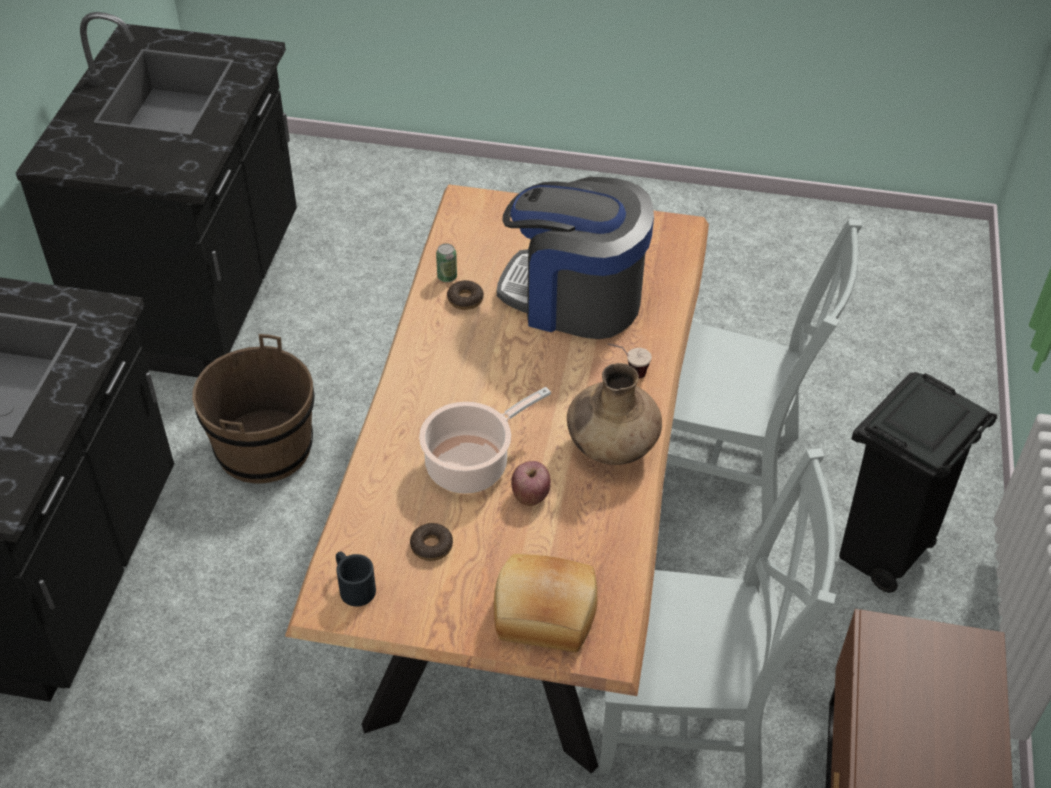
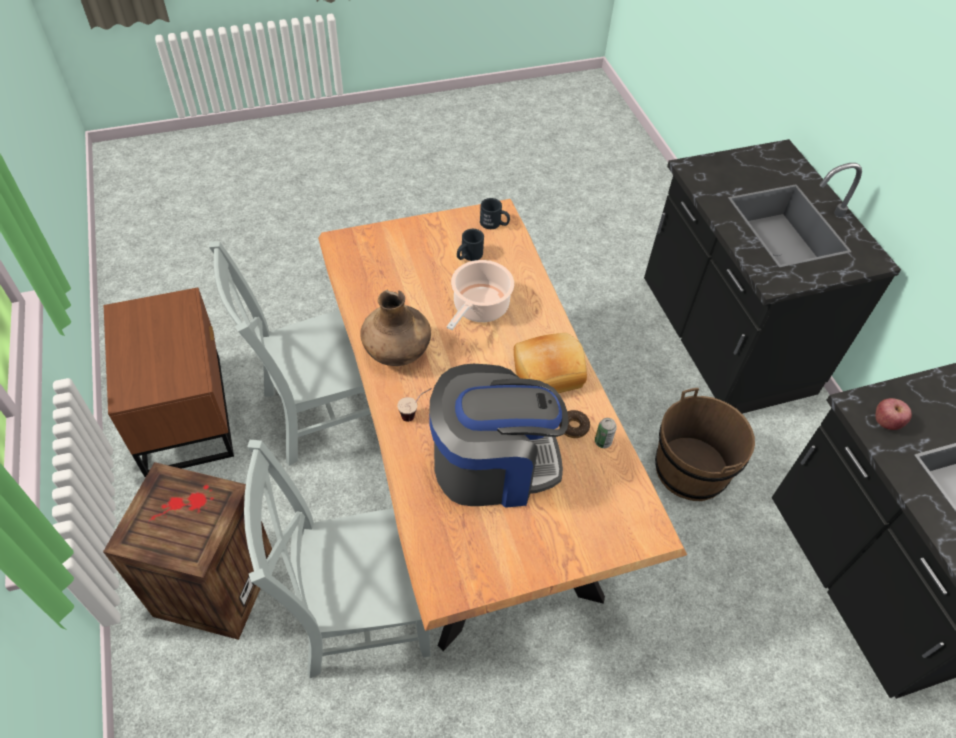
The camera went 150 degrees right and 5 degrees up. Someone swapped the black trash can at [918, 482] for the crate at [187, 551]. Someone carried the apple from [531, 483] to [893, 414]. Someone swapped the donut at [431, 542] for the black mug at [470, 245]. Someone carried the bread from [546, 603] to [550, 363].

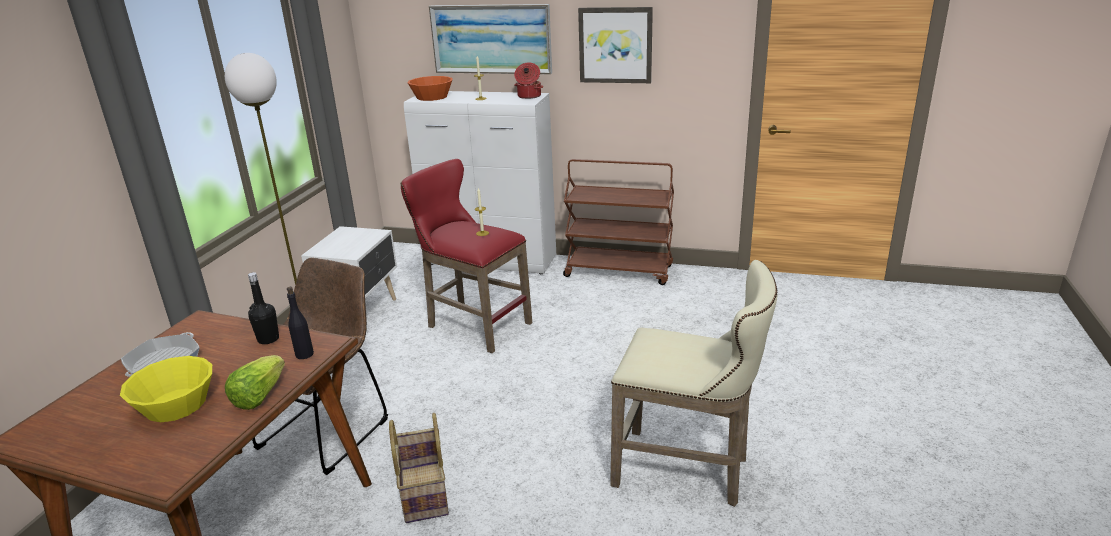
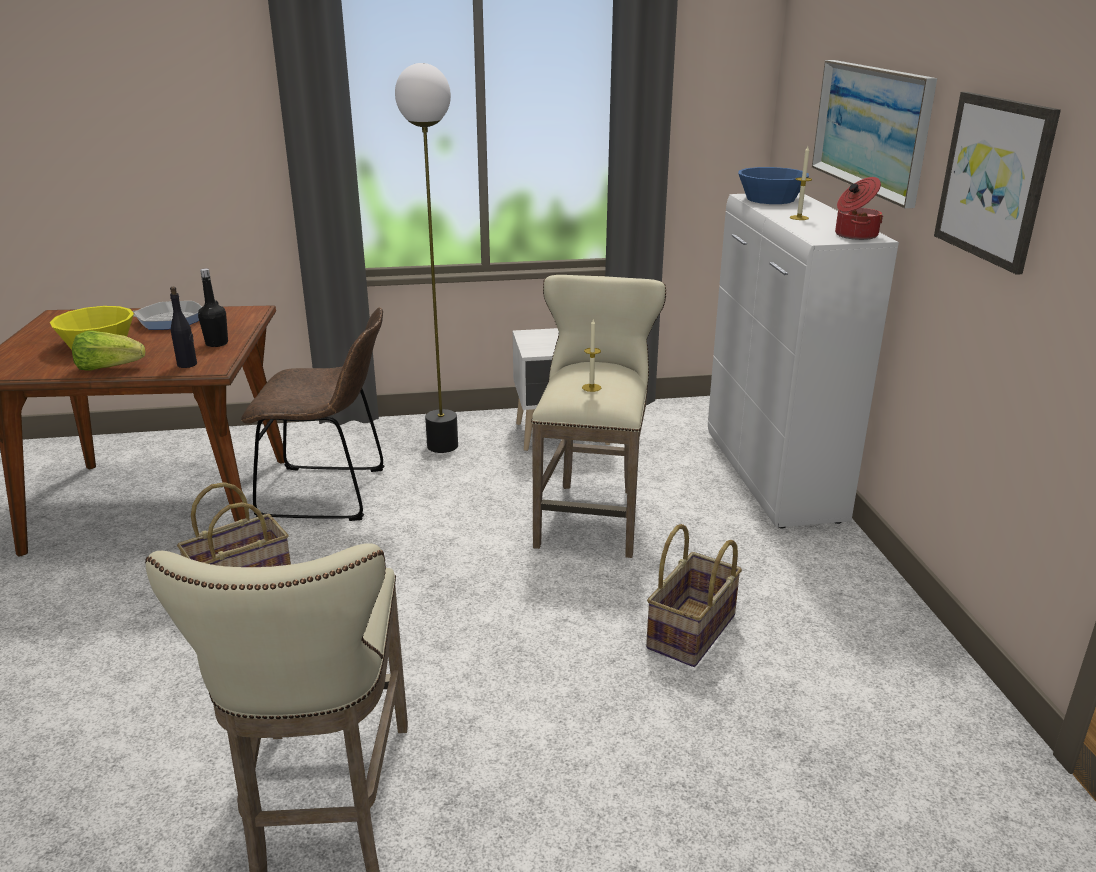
The camera went 65 degrees right and 0 degrees up. Someone repainted the orange bowl at [430, 88], which became the blue bowl at [773, 185]. Someone repainted the red stool at [466, 256], which became the beige stool at [598, 416]. Someone took away the brown cart at [618, 222]. Someone put down the basket at [694, 595].

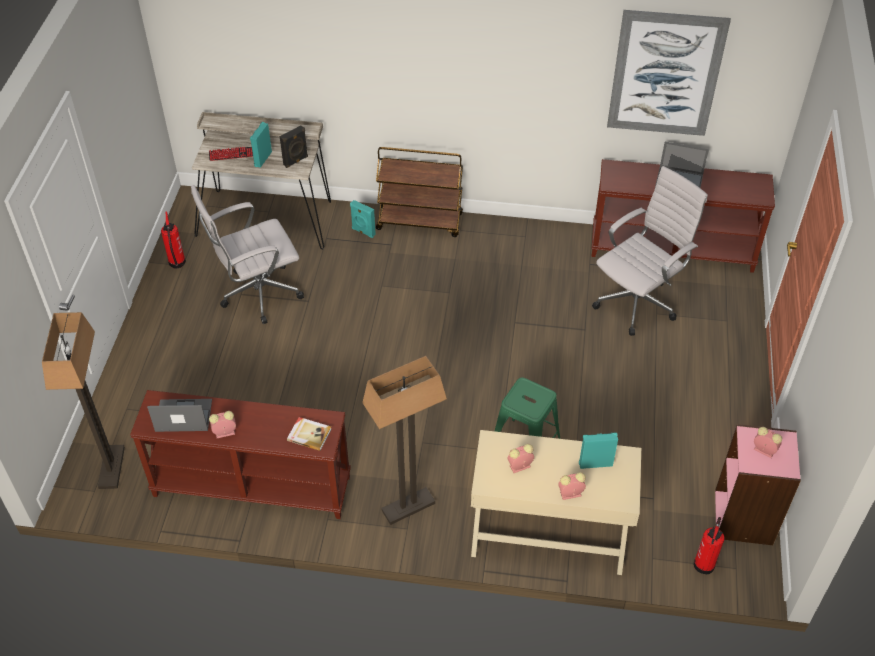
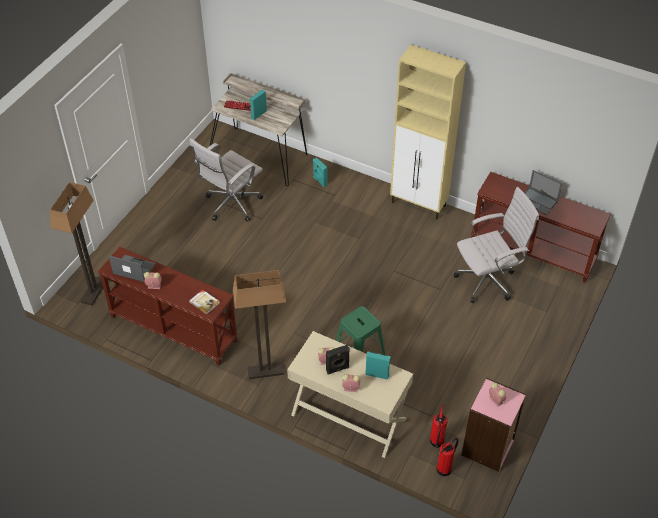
The camera went 20 degrees right and 0 degrees up. Someone took away the picture at [669, 73]. Someone carried the black speaker from [294, 146] to [338, 359]. Someone took away the brown cart at [419, 192]. Someone rotated the white office chair at [247, 254] by 45 degrees counterclockwise. Someone carried the fire extinguisher from [173, 239] to [438, 426]. Someone put down the beige cabinet at [428, 132].

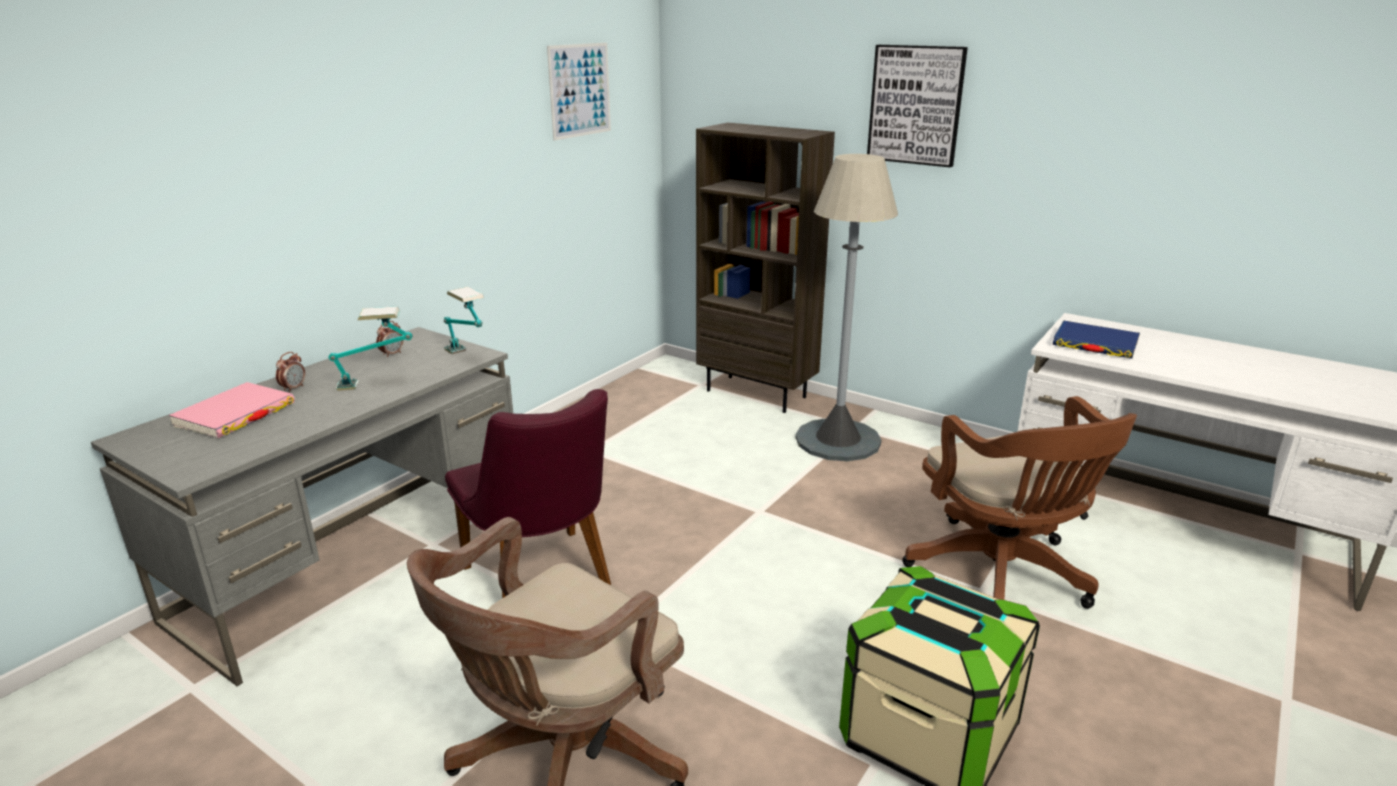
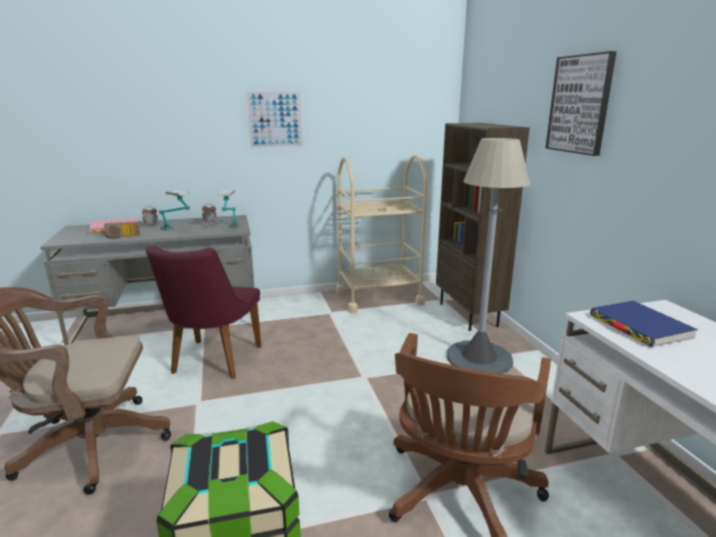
The camera went 40 degrees right and 5 degrees down. Someone carried the picture from [579, 92] to [274, 119]. Someone put down the beige cart at [382, 234]. Someone put down the radio at [121, 230].

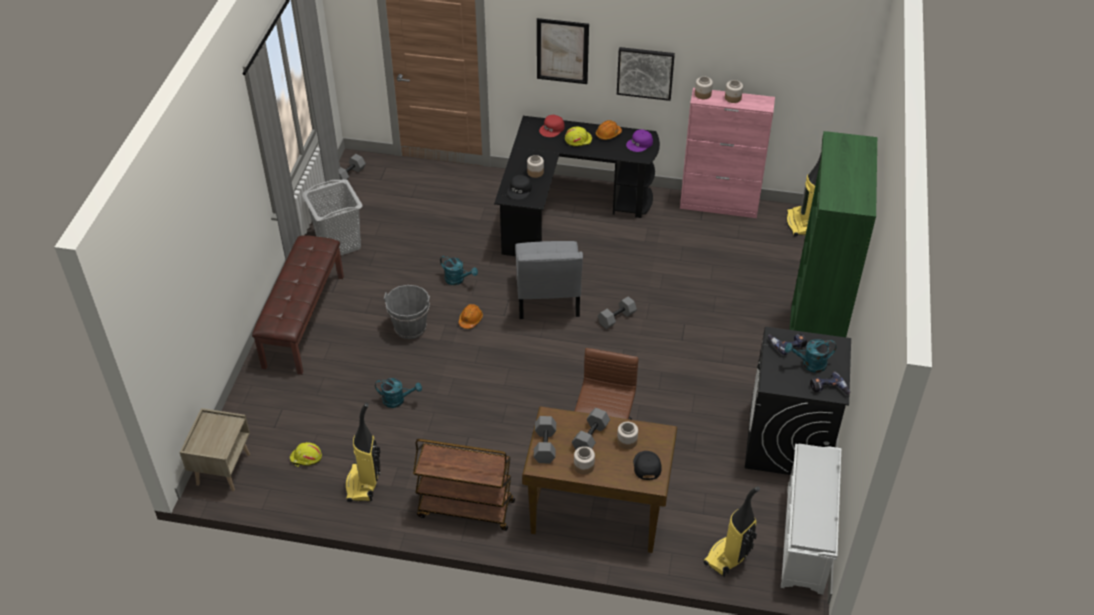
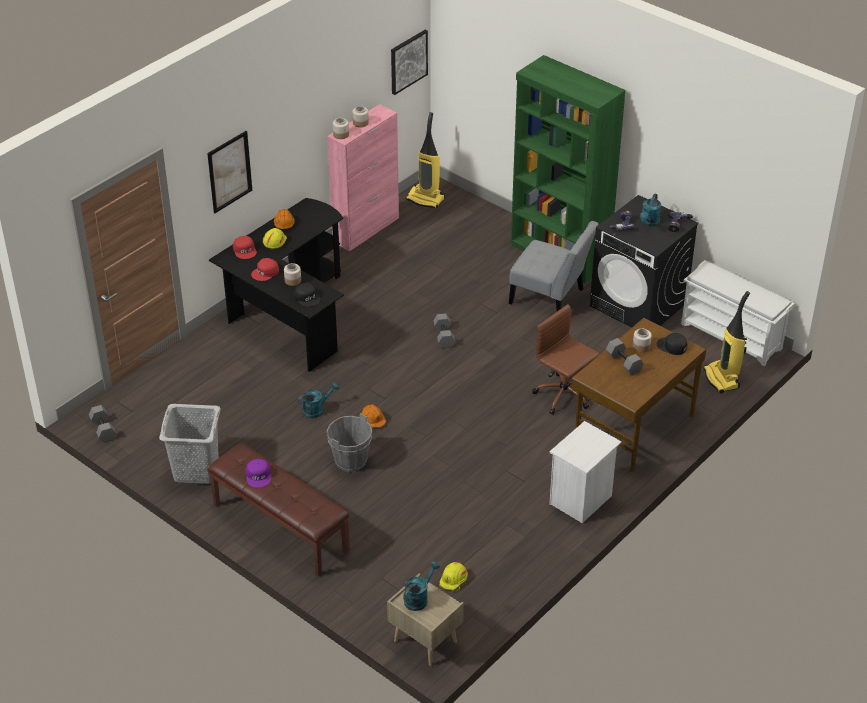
The camera went 60 degrees left and 5 degrees down. Someone carried the picture from [646, 74] to [409, 62]. Someone carried the purple cap from [639, 140] to [258, 473]. Someone carried the grey chair from [549, 280] to [554, 266]. Someone carried the turquoise watering can from [398, 393] to [421, 586]. Someone took away the vacuum cleaner at [363, 452]. Someone took away the grey dumbbell at [545, 439]. Someone swapped the brown cart at [464, 485] for the white nightstand at [585, 472]. Someone took away the jar at [584, 460]. Someone put down the red cap at [265, 269].

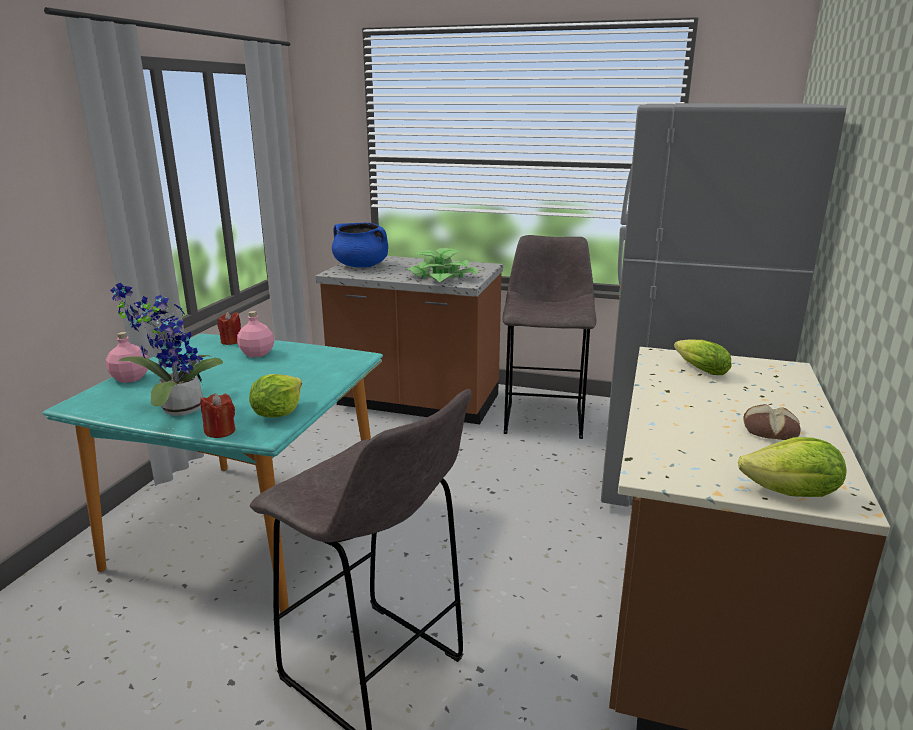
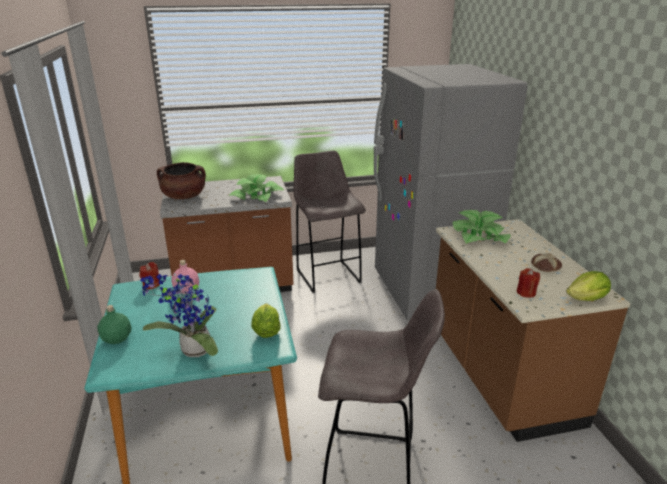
The camera went 30 degrees left and 5 degrees up. Someone repainted the blue cooking pot at [360, 245], which became the brown cooking pot at [181, 180]. Someone repainted the pink bottle at [127, 357], which became the green bottle at [114, 324]. Someone swapped the lettuce at [702, 357] for the potted plant at [481, 227]. Someone carried the red candle from [217, 415] to [528, 283].

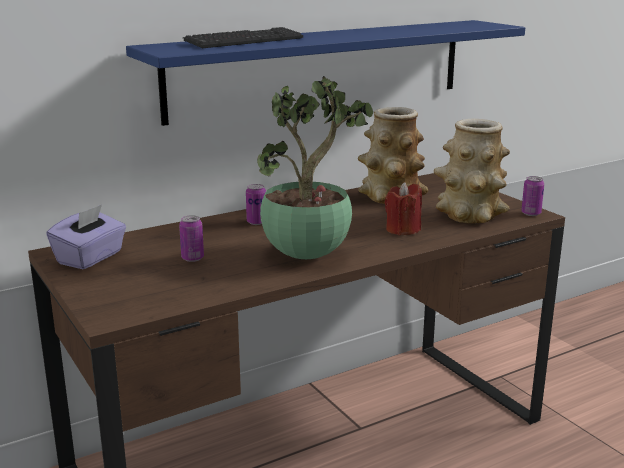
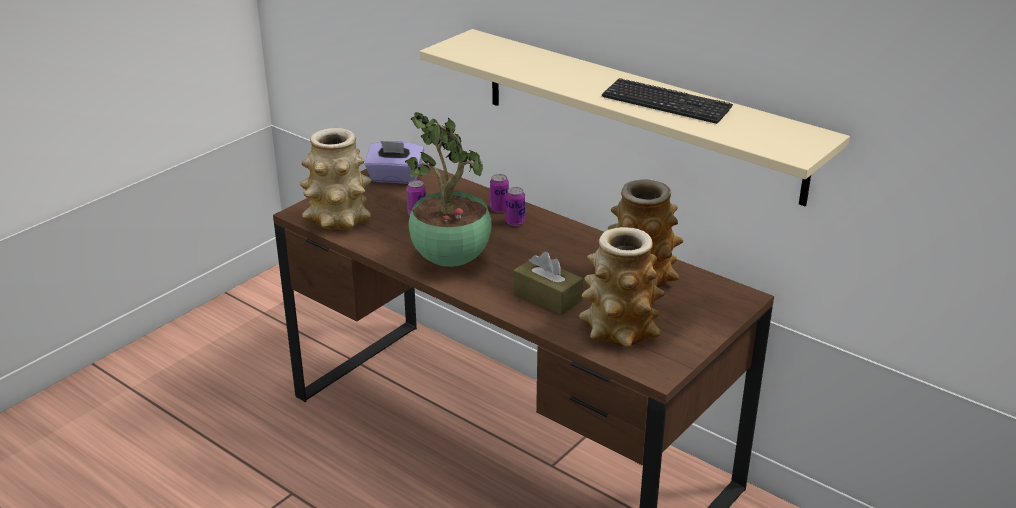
The camera went 70 degrees right and 10 degrees up. Someone repainted the blue shelf at [325, 73], which became the beige shelf at [635, 117]. Someone carried the keyboard from [243, 37] to [667, 101]. Someone carried the can from [532, 196] to [499, 193]. Someone swapped the red candle at [403, 208] for the brown tissue box at [548, 283]. Someone put down the vase at [336, 179].

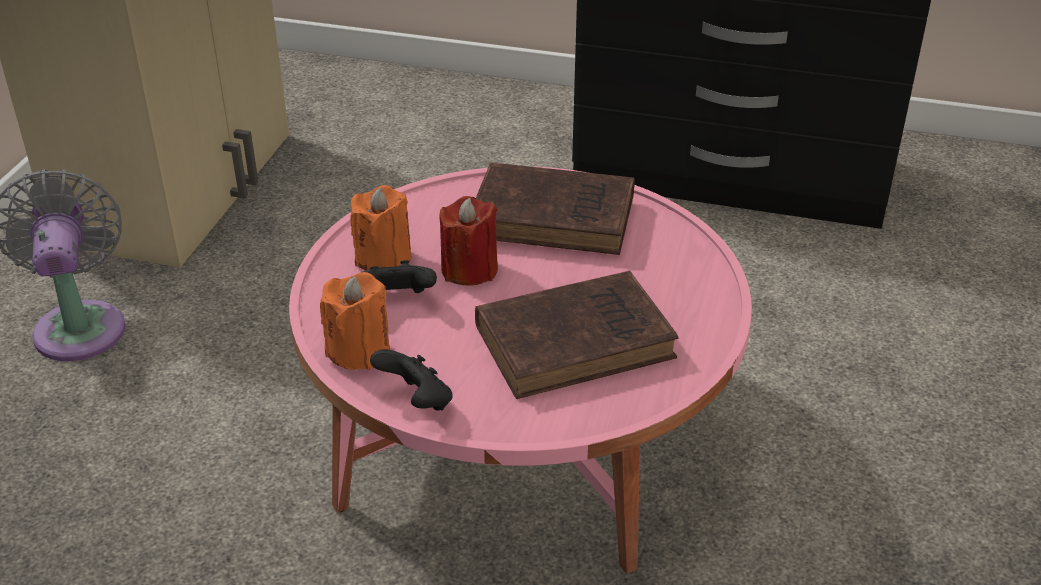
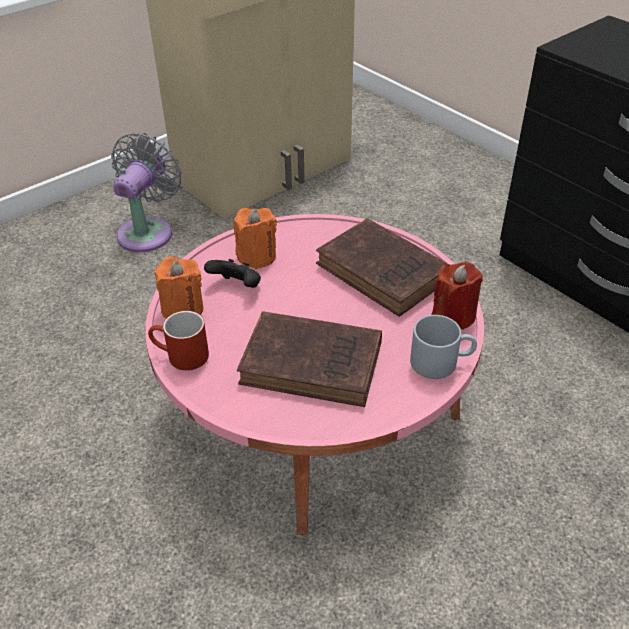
The camera went 35 degrees right and 5 degrees up. Someone carried the red candle from [469, 241] to [457, 296]. Someone swapped the black game controller at [411, 380] for the red mug at [178, 341]. Someone put down the grey mug at [443, 347].

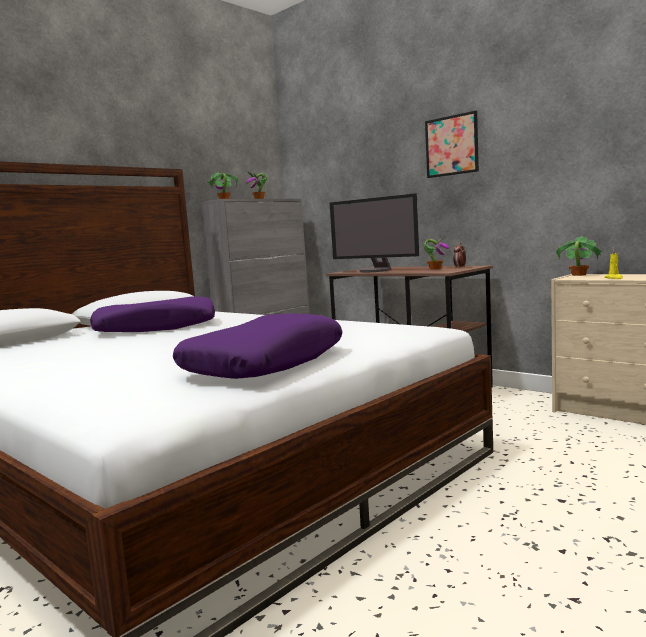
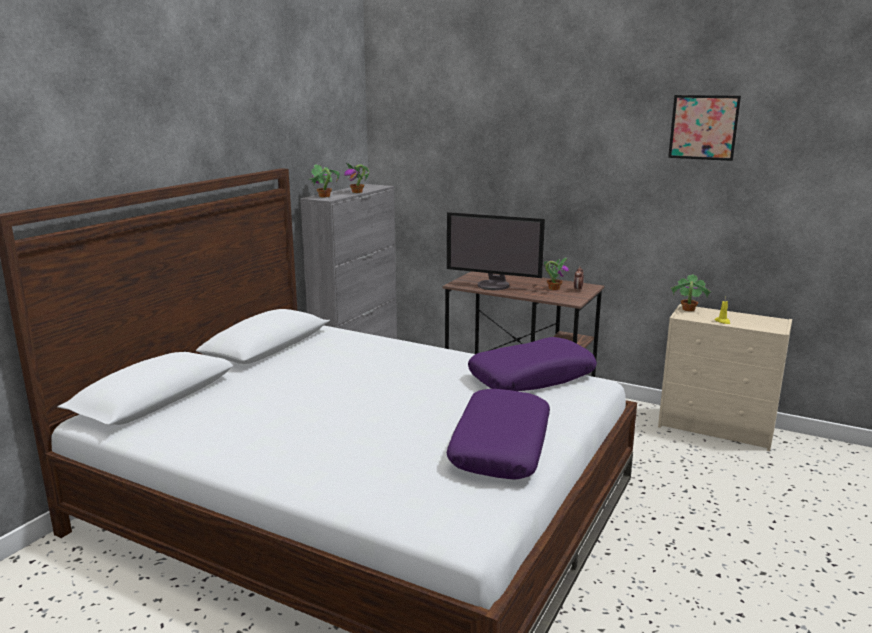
The camera went 15 degrees left and 10 degrees up. Someone carried the picture from [452, 144] to [704, 128]. Someone carried the purple pillow from [152, 314] to [532, 364].

